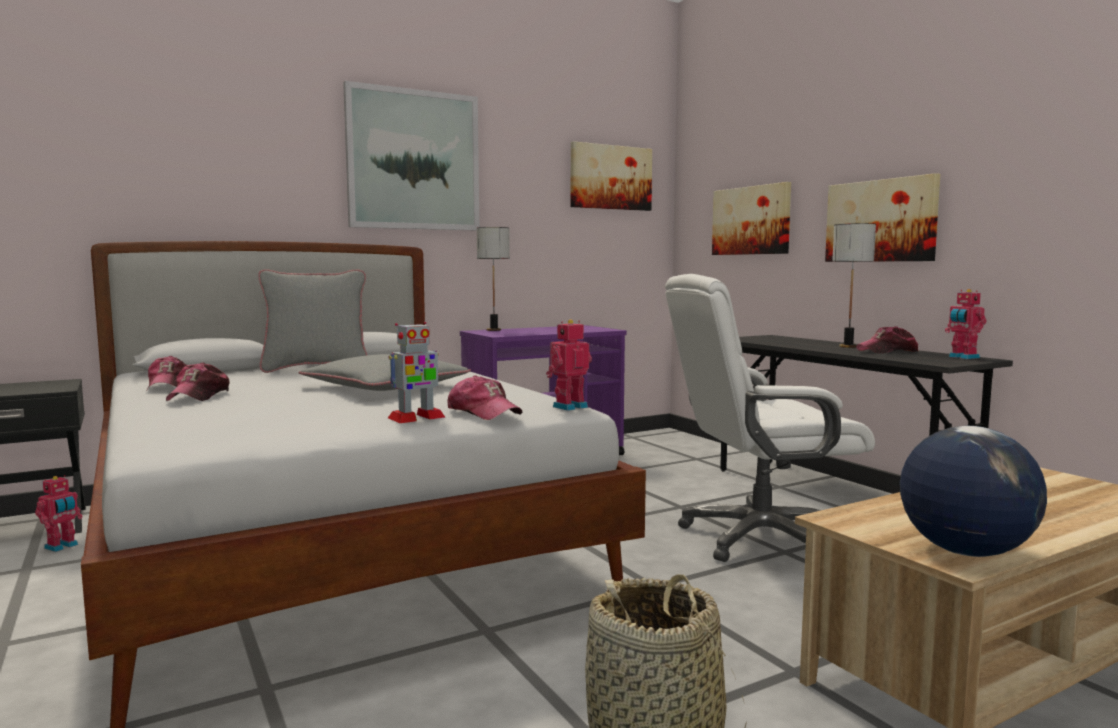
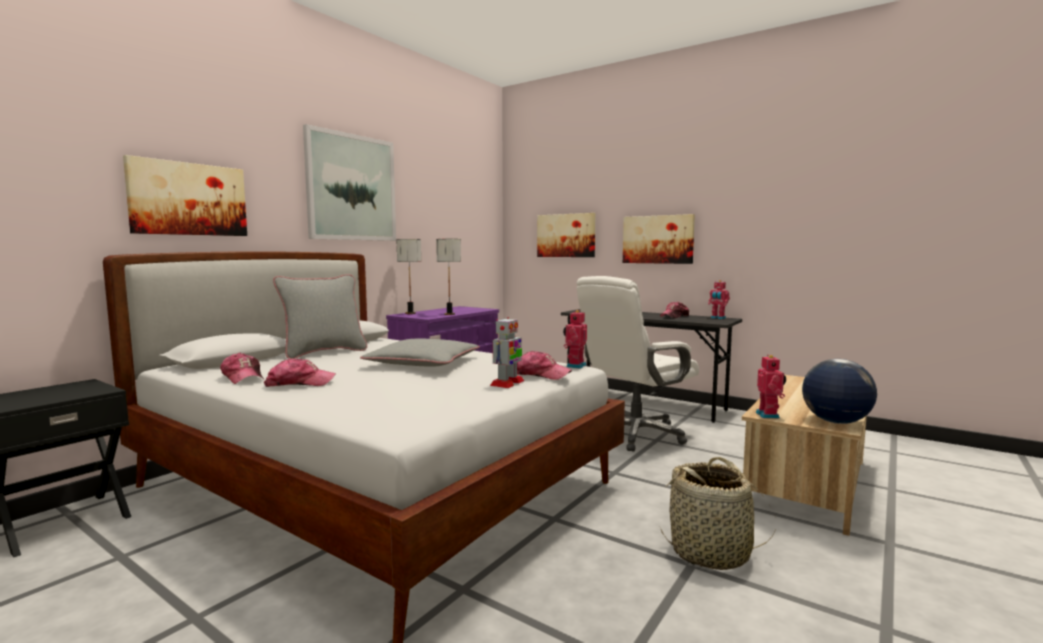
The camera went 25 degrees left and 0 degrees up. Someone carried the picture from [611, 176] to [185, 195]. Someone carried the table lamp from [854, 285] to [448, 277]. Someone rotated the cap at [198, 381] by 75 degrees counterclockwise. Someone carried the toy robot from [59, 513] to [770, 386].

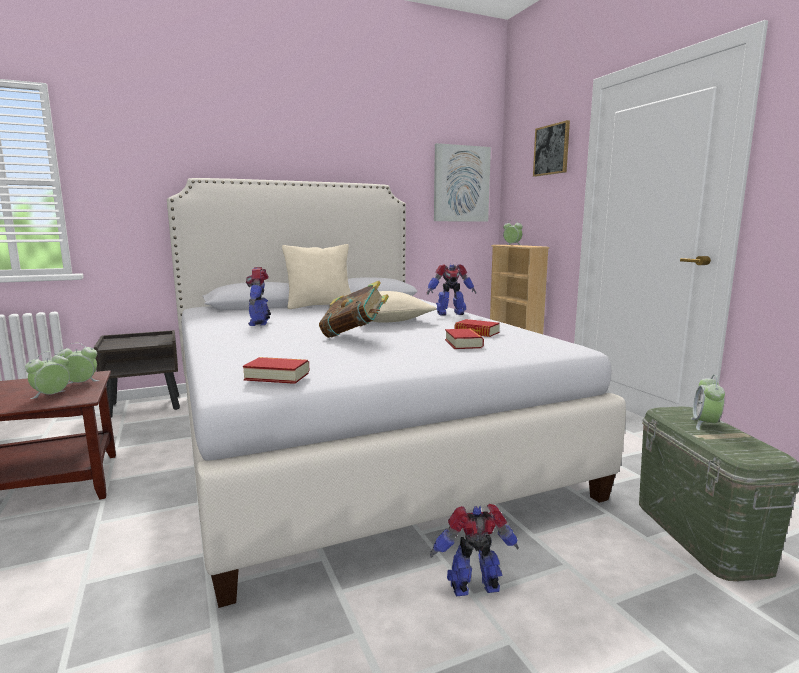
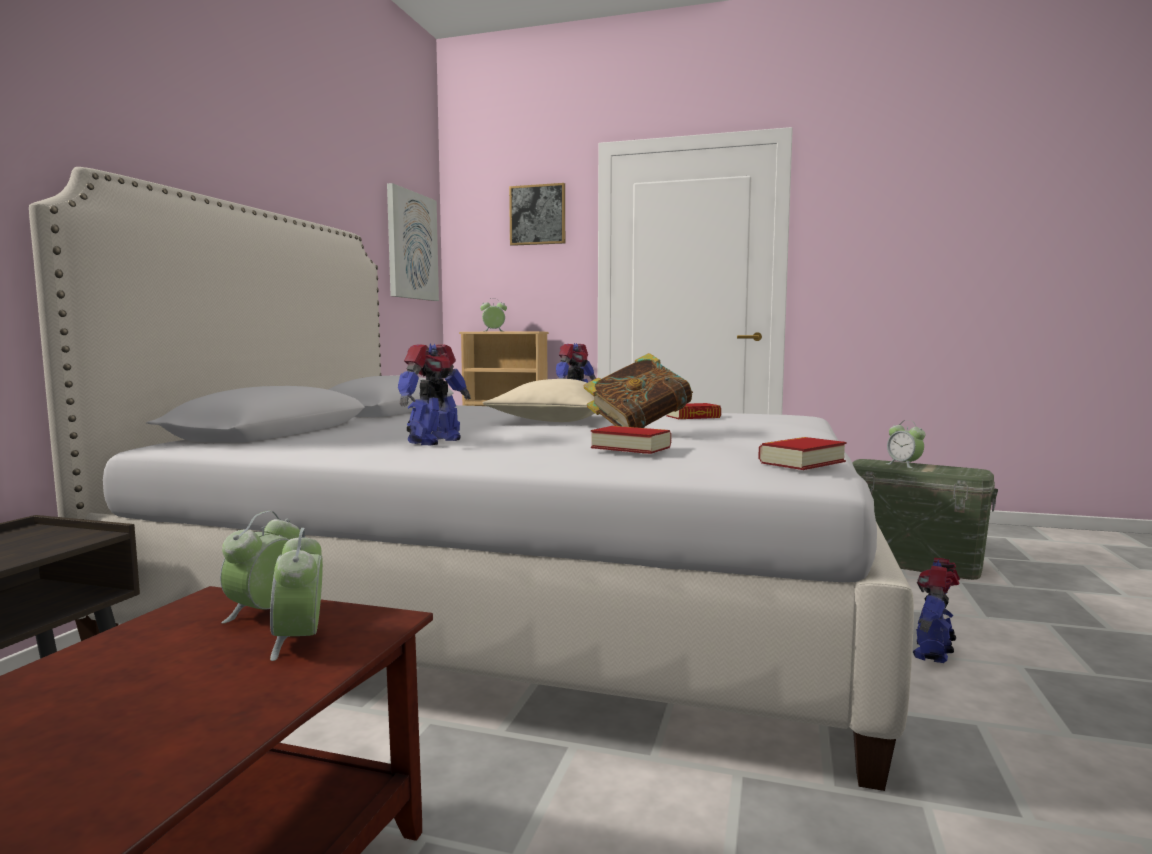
The camera went 50 degrees left and 5 degrees down. Someone took away the beige pillow at [316, 276]. Someone rotated the toy robot at [258, 296] by 90 degrees counterclockwise. Someone carried the book from [464, 339] to [631, 440].

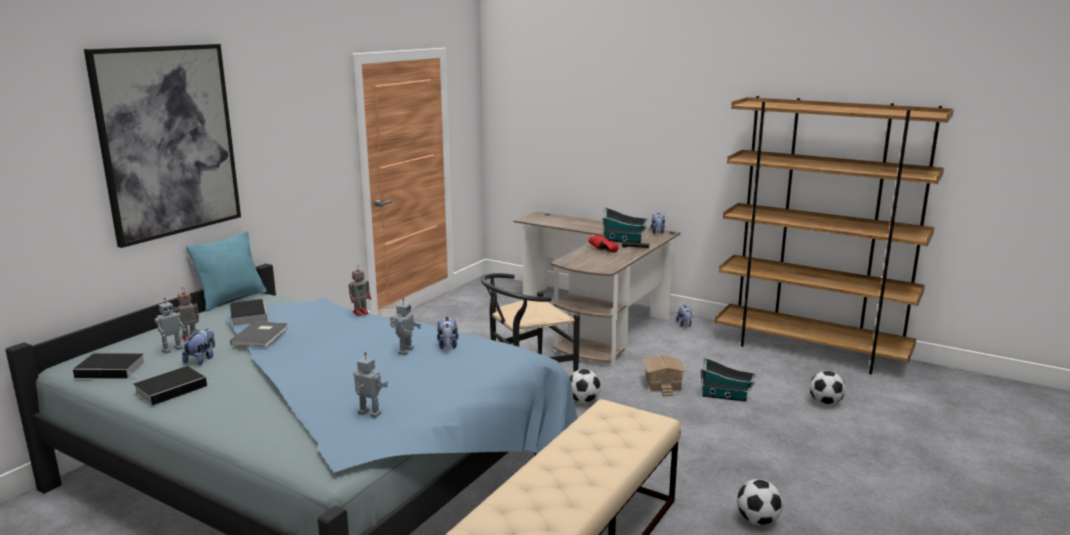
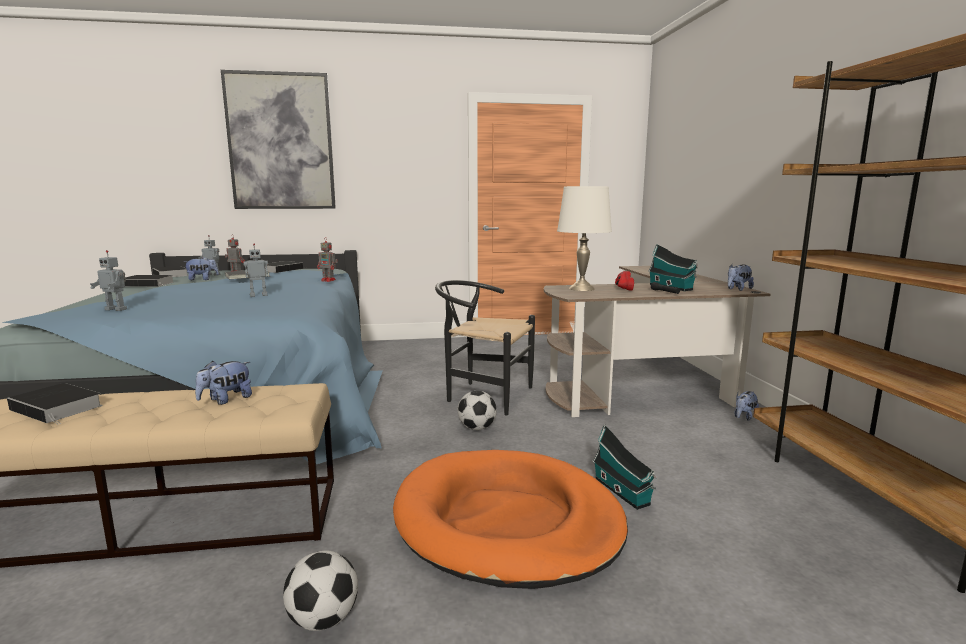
The camera went 50 degrees right and 5 degrees down. Someone took away the turquoise pillow at [226, 271]. Someone carried the plush toy from [447, 332] to [223, 383]. Someone rotated the toy robot at [370, 385] by 120 degrees clockwise. Someone took away the toy house at [664, 375]. Someone took away the football at [828, 388]. Someone put down the white table lamp at [584, 238]. Someone put down the book at [55, 403]. Someone put down the orange dog bed at [510, 519].

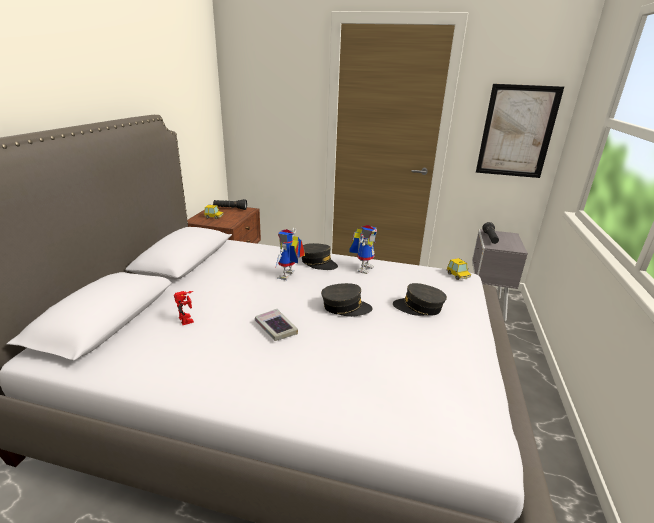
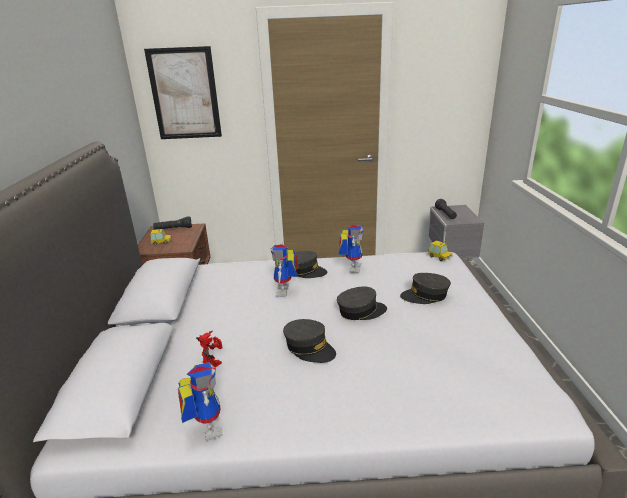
The camera went 15 degrees left and 0 degrees up. Someone carried the picture from [520, 131] to [183, 92]. Someone swapped the book at [276, 325] for the grey cap at [309, 341]. Someone put down the toy robot at [200, 401].

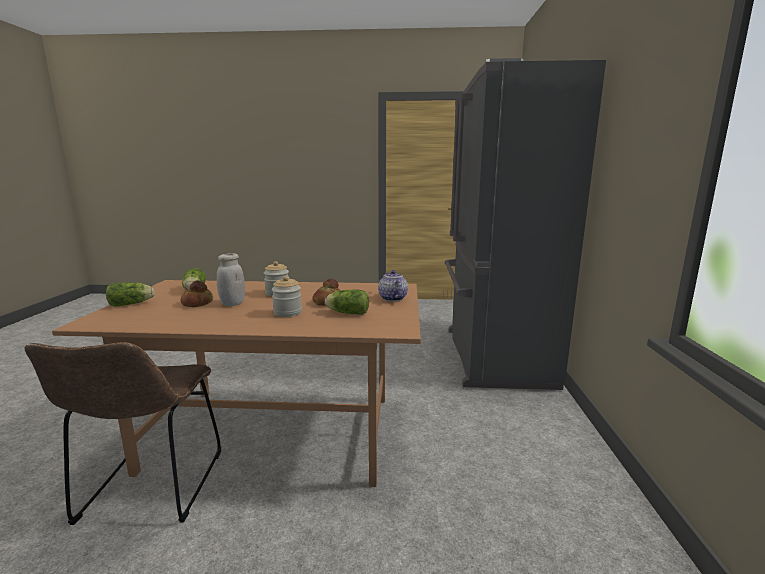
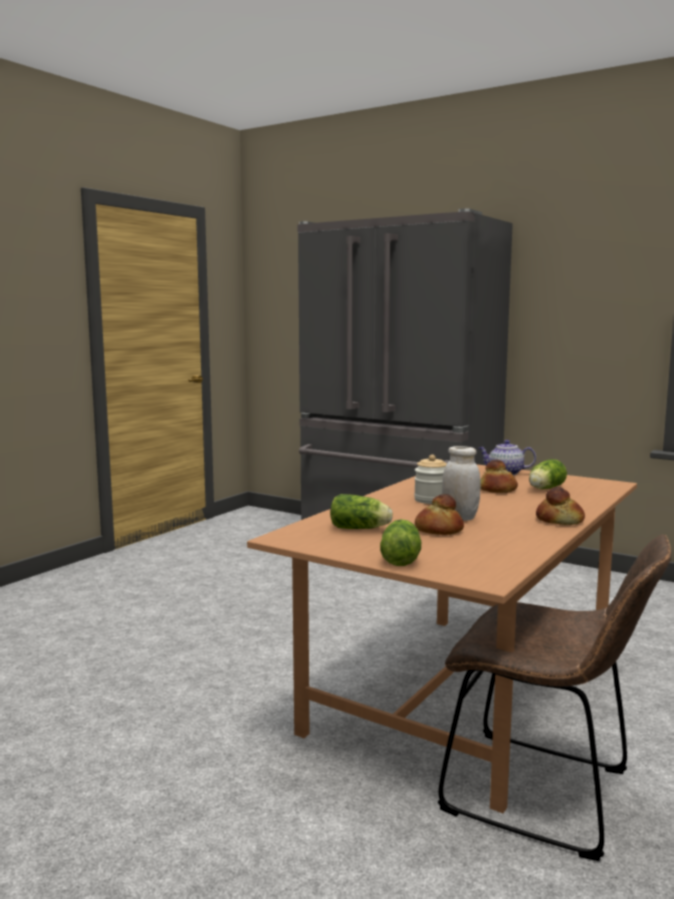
The camera went 60 degrees left and 5 degrees down. Someone took away the jar at [287, 296]. Someone put down the bread at [560, 506].

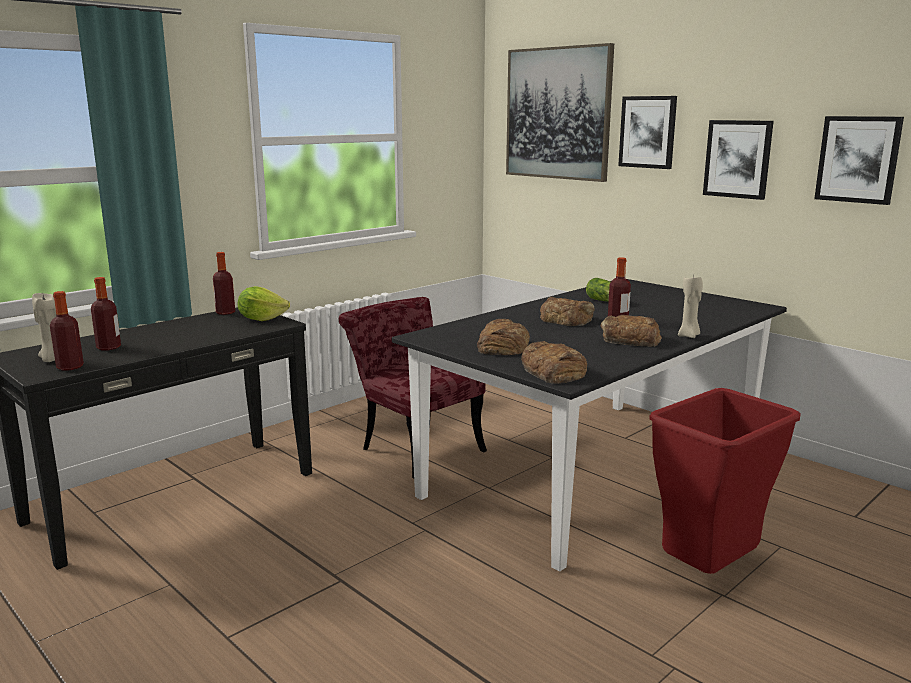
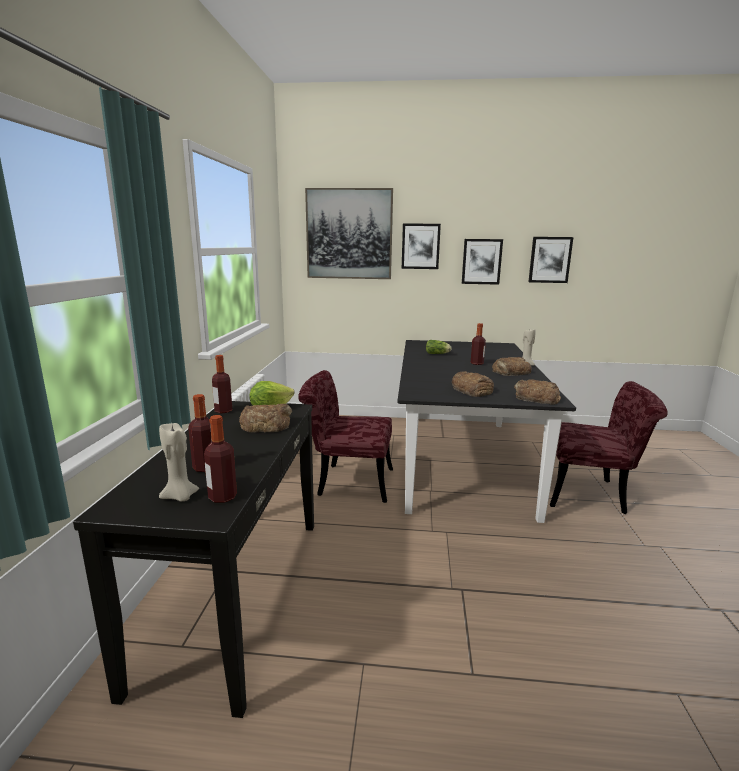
The camera went 40 degrees left and 0 degrees up. Someone carried the bread from [567, 311] to [265, 418]. Someone swapped the red trash can at [725, 481] for the red chair at [609, 447].

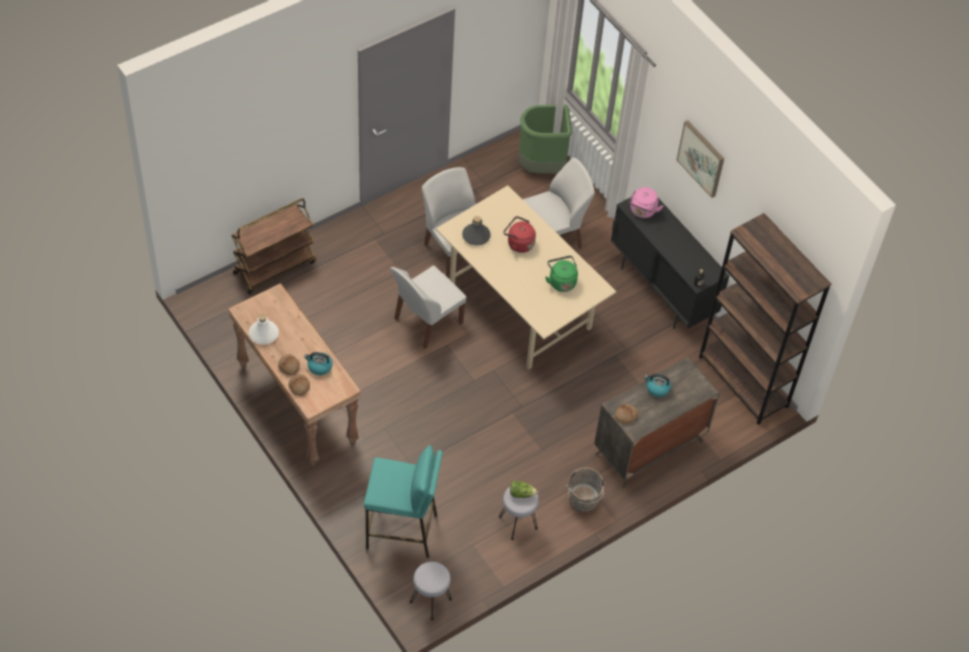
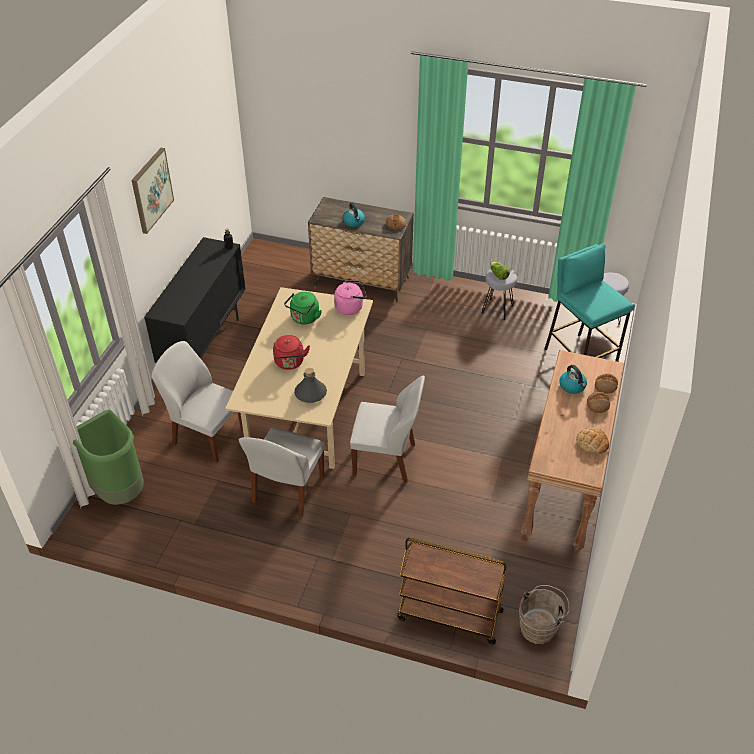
The camera went 125 degrees left and 10 degrees down. Someone carried the pink kettle from [646, 202] to [350, 297]. Someone took away the brown bookcase at [765, 319]. Someone swapped the white bottle at [264, 329] for the bread at [592, 441]. Someone carried the brown bucket from [586, 490] to [544, 614].

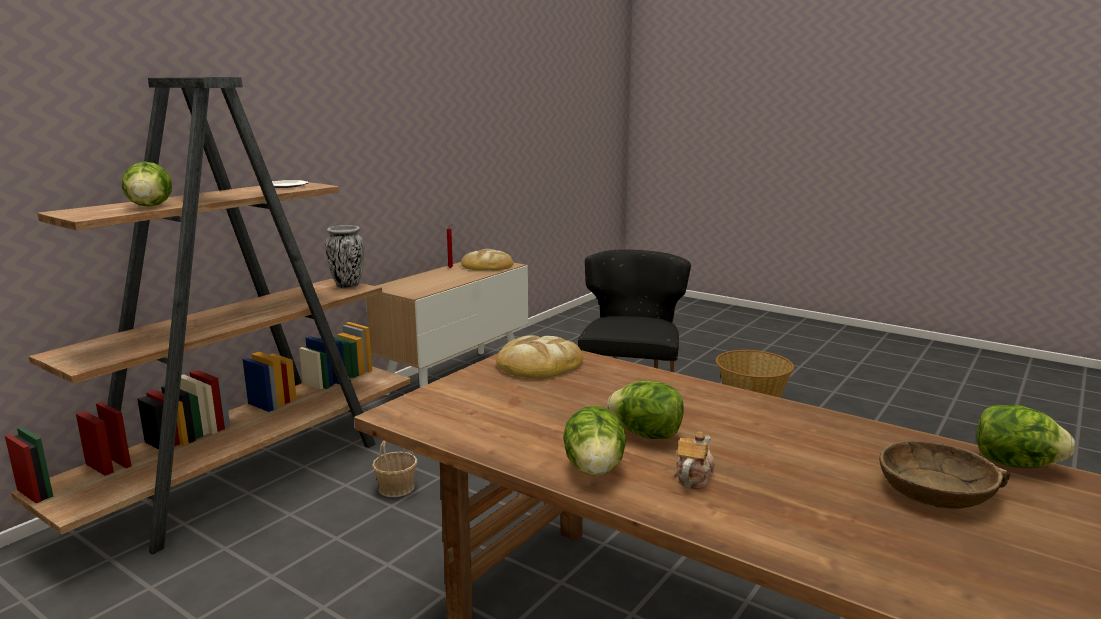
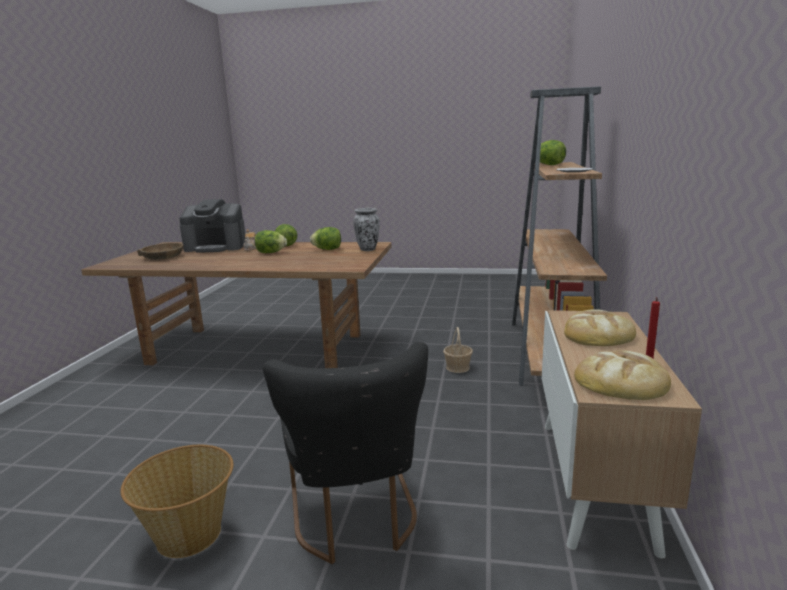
The camera went 155 degrees right and 0 degrees up. Someone carried the vase from [344, 256] to [366, 229]. Someone carried the bread from [539, 357] to [600, 327]. Someone carried the lettuce from [1026, 436] to [325, 238]. Someone put down the coffee machine at [212, 226].

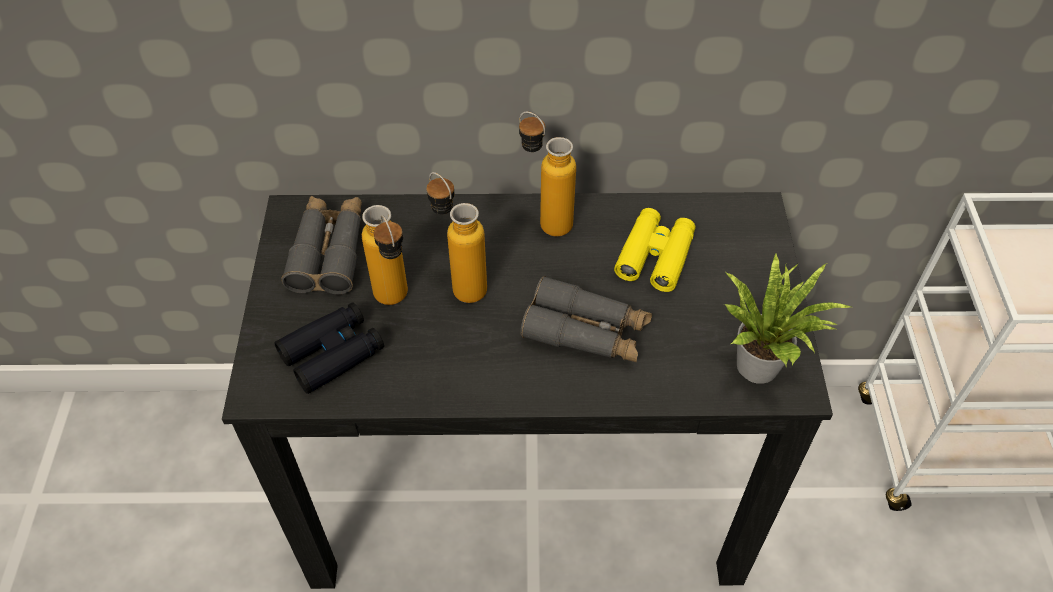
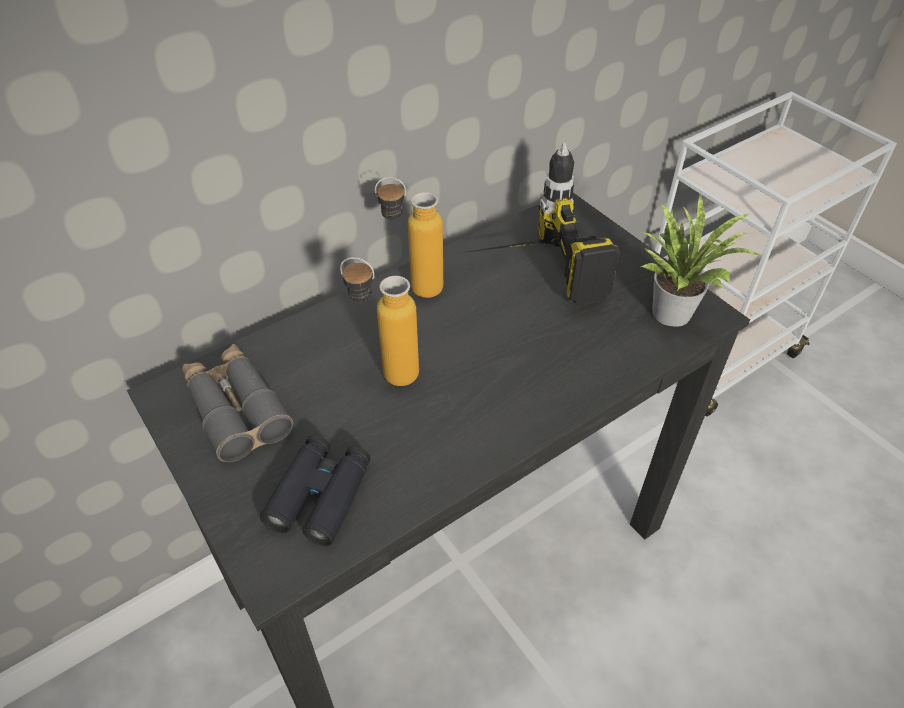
The camera went 35 degrees left and 5 degrees down. Someone took away the bottle at [385, 255]. Someone swapped the yellow binoculars at [655, 250] for the power drill at [541, 224]. Someone took away the grey binoculars at [586, 319].

